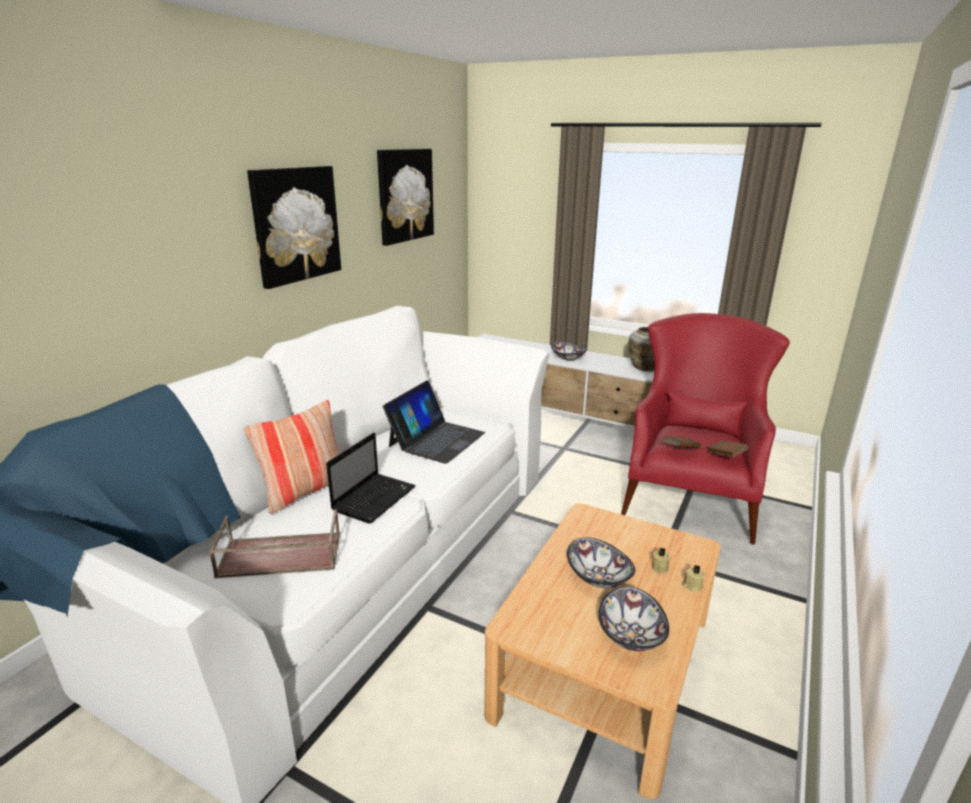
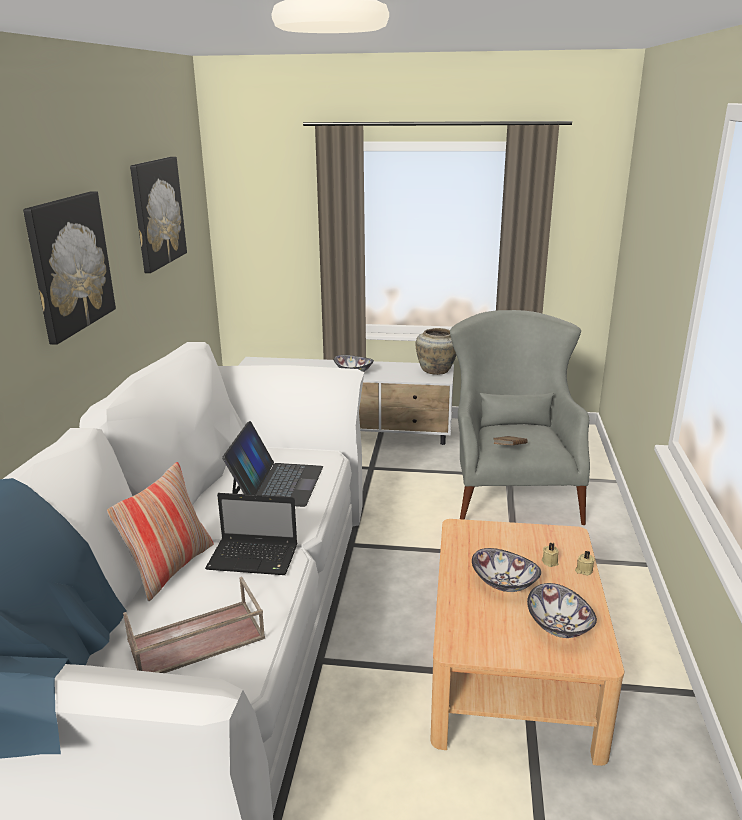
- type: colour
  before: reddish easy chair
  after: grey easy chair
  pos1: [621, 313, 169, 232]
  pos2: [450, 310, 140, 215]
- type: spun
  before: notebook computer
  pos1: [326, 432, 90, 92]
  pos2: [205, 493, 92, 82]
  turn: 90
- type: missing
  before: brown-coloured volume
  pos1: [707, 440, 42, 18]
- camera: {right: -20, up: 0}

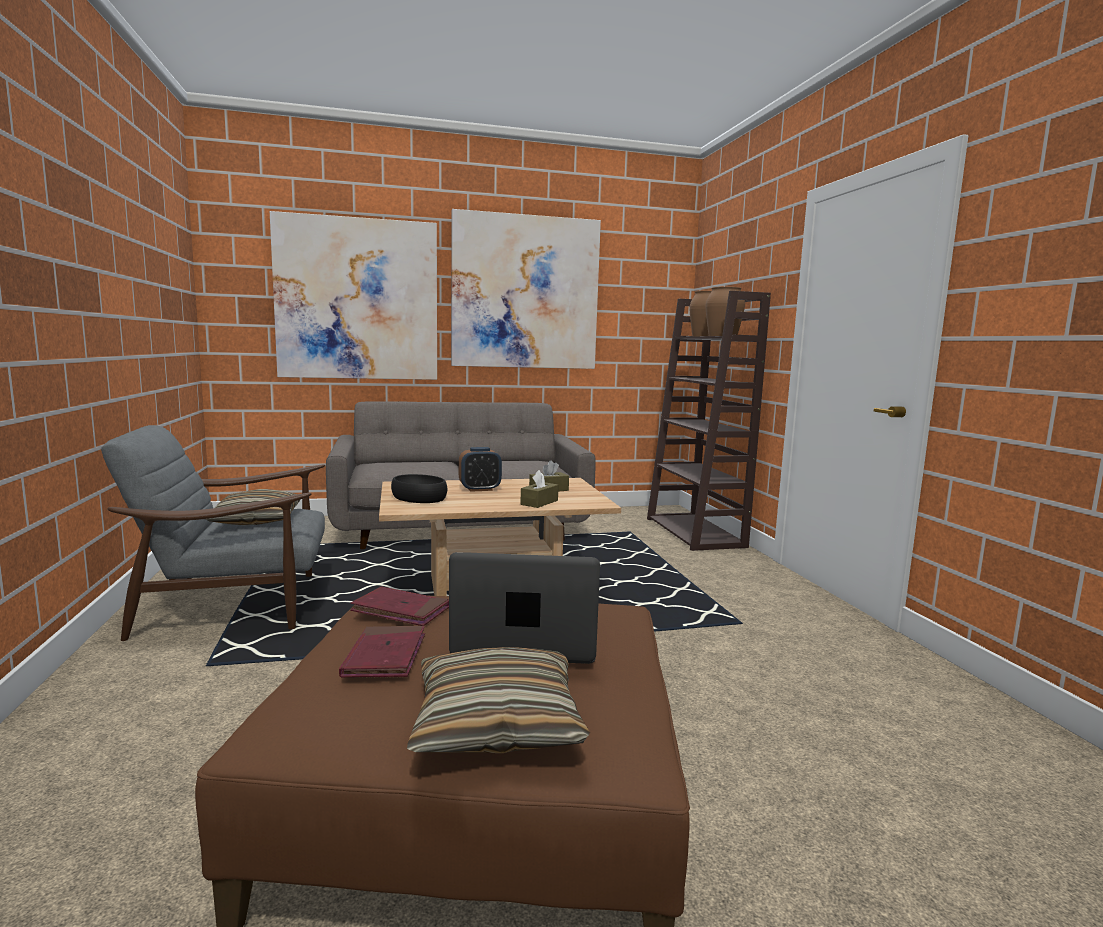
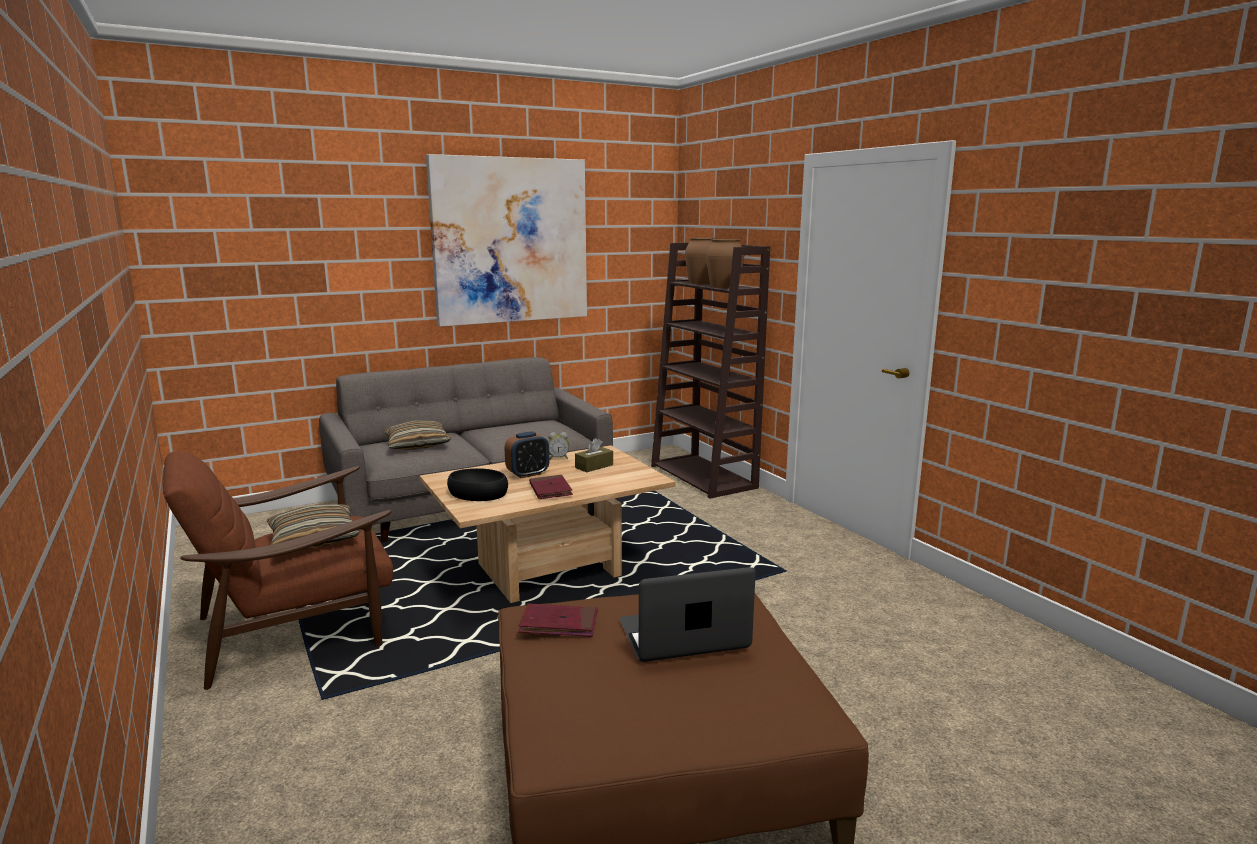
- type: missing
  before: wall picture
  pos1: [270, 211, 167, 169]
- type: colour
  before: grey easy chair
  after: brown-coloured easy chair
  pos1: [101, 425, 224, 216]
  pos2: [163, 451, 230, 239]
- type: missing
  before: brown-coloured tissue box
  pos1: [521, 470, 37, 38]
- type: relocated
  before: reddish volume
  pos1: [339, 626, 86, 52]
  pos2: [529, 475, 44, 24]
- type: relocated
  before: throw pillow
  pos1: [407, 647, 183, 106]
  pos2: [383, 420, 68, 30]
- type: appeared
  after: alarm clock
  pos2: [548, 432, 21, 27]
- camera: {right: -15, up: 5}

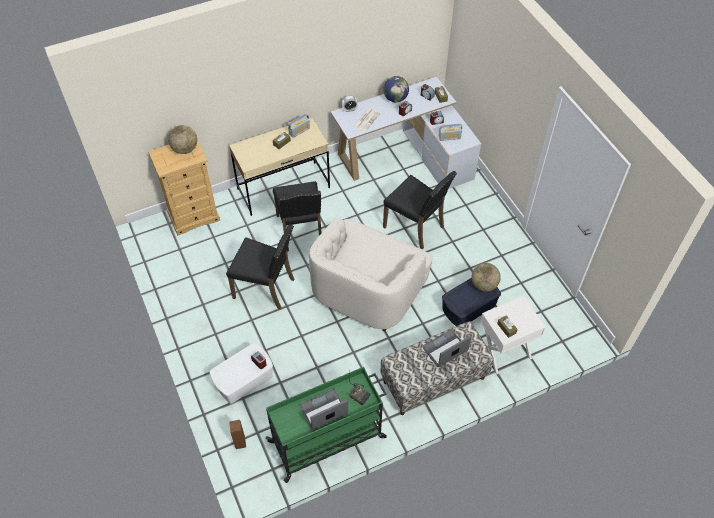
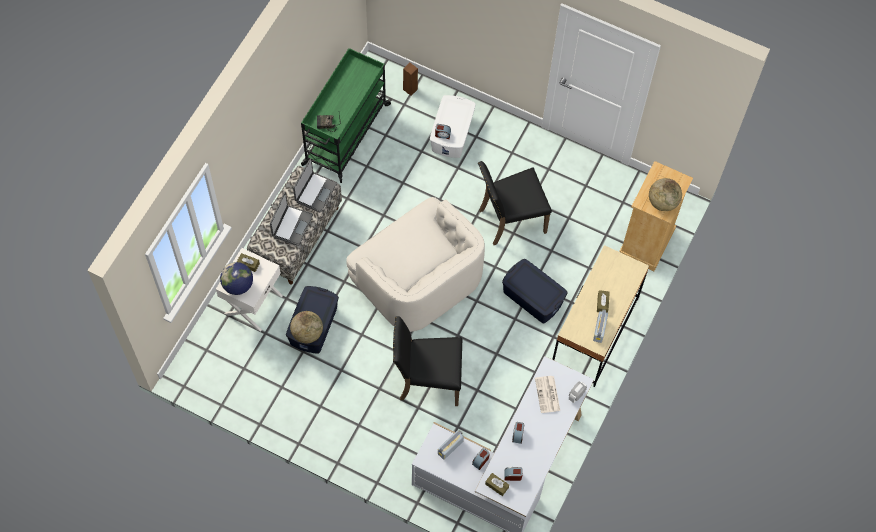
- type: relocated
  before: globe
  pos1: [383, 76, 26, 27]
  pos2: [220, 262, 33, 33]
- type: exchanged
  before: blackish chair
  after: blue storage box
  pos1: [273, 181, 49, 70]
  pos2: [502, 259, 66, 65]
- type: spun
  before: white-coloured easy chair
  pos1: [309, 217, 124, 114]
  pos2: [346, 197, 139, 135]
  turn: 150
- type: relocated
  before: notebook computer
  pos1: [299, 389, 49, 41]
  pos2: [293, 158, 44, 55]
- camera: {right: 140, up: 10}

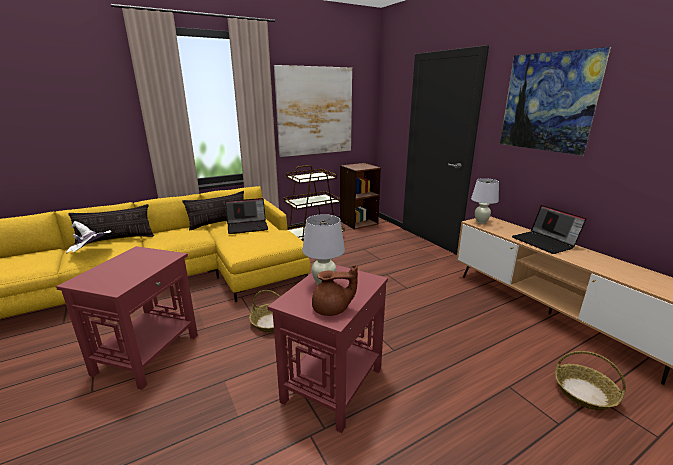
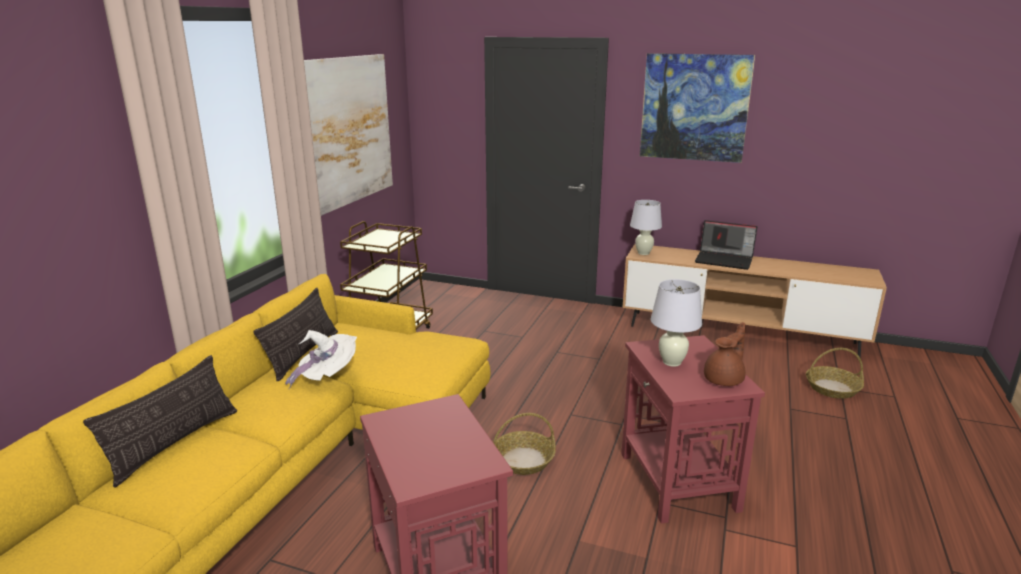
- type: missing
  before: brown-coloured shelving unit
  pos1: [340, 163, 41, 67]
- type: missing
  before: notebook computer
  pos1: [225, 198, 43, 36]
- type: relocated
  before: white-coloured clothing hat
  pos1: [66, 221, 45, 33]
  pos2: [285, 330, 72, 59]
- camera: {right: -40, up: 0}

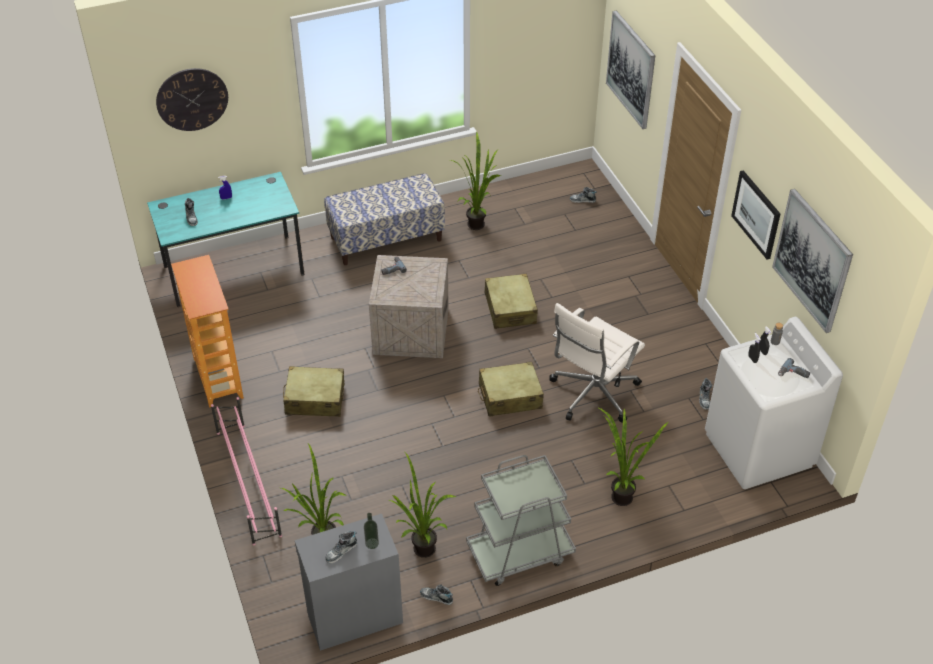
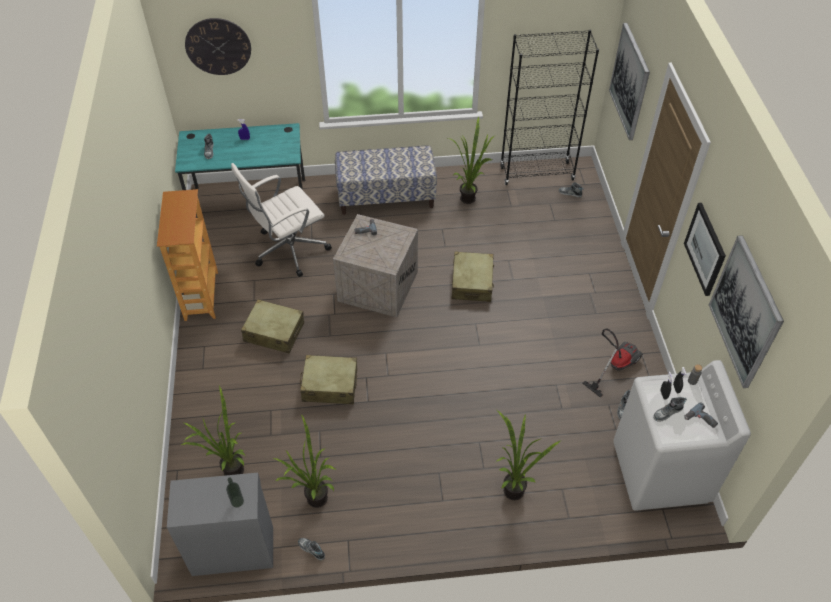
- type: relocated
  before: white-coloured computer chair
  pos1: [549, 303, 96, 120]
  pos2: [231, 163, 101, 114]
- type: relocated
  before: beige travel case
  pos1: [478, 362, 66, 55]
  pos2: [300, 355, 57, 49]
- type: missing
  before: pink-coloured shoe rack
  pos1: [211, 397, 71, 149]
- type: missing
  before: grey wheeled cart
  pos1: [466, 455, 110, 131]
- type: relocated
  before: shoe
  pos1: [325, 531, 32, 32]
  pos2: [653, 397, 34, 25]
- type: appeared
  after: blackish shelving unit
  pos2: [500, 30, 99, 155]
- type: appeared
  after: vacuum cleaner
  pos2: [582, 329, 61, 69]
- camera: {right: 15, up: 5}

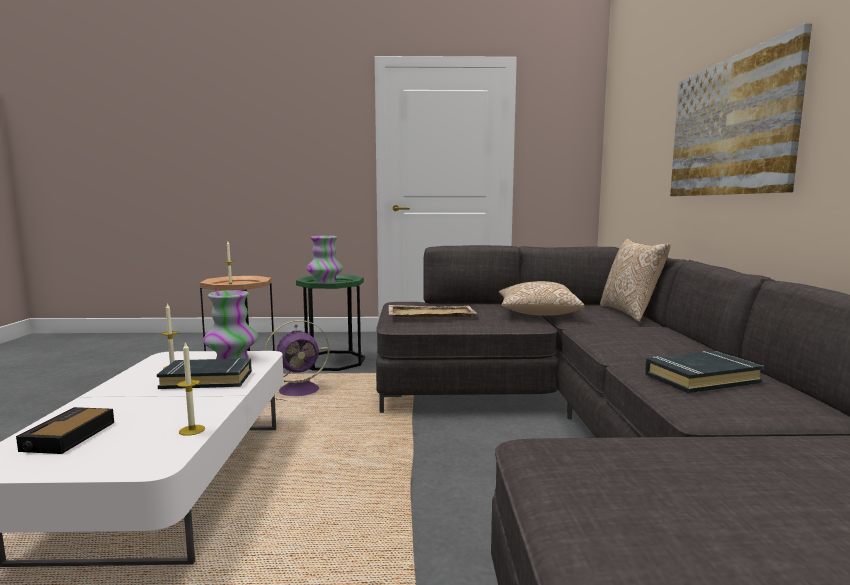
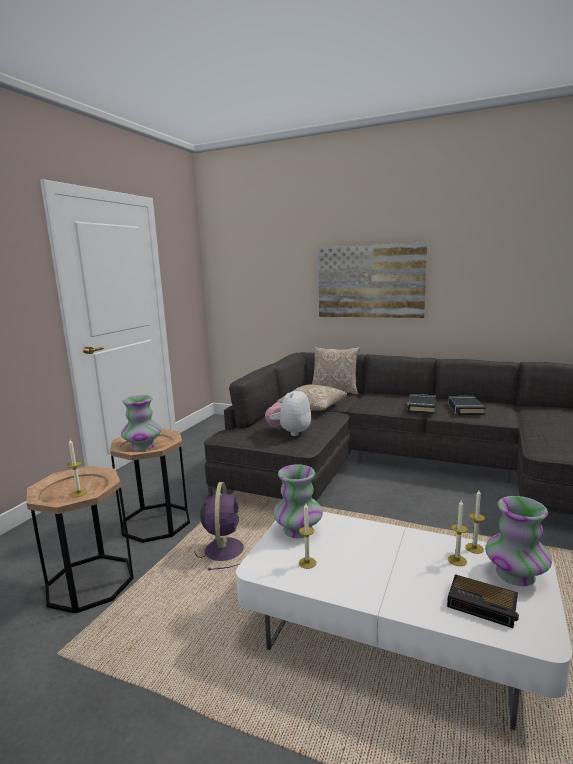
- type: colour
  before: greenish side table
  after: brown-coloured side table
  pos1: [296, 275, 69, 96]
  pos2: [110, 428, 80, 115]
- type: exchanged
  before: beige carrying tray
  after: cuddly toy
  pos1: [388, 305, 88, 12]
  pos2: [265, 388, 46, 48]
- type: relocated
  before: blackish volume
  pos1: [157, 357, 95, 32]
  pos2: [407, 394, 29, 20]
- type: appeared
  after: flower vase
  pos2: [485, 496, 67, 90]
- type: appeared
  after: wax light
  pos2: [448, 500, 20, 66]
- camera: {right: -65, up: 5}

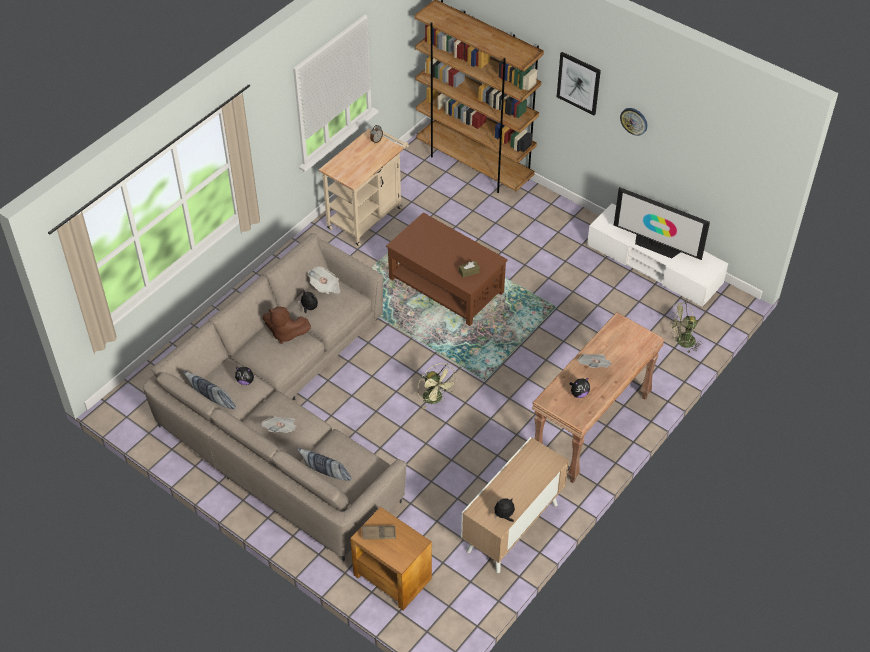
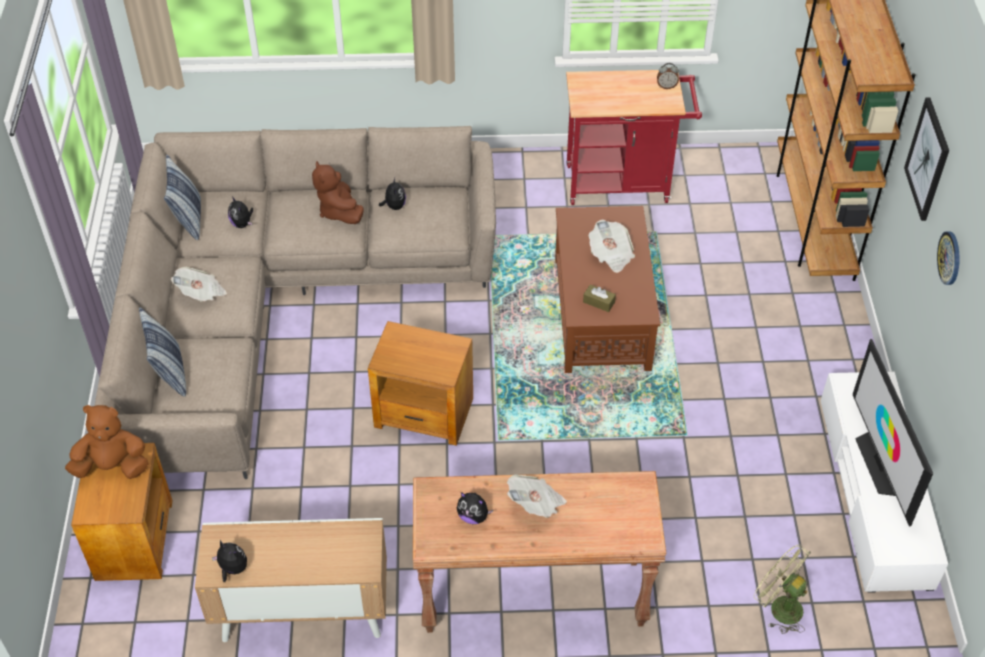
- type: colour
  before: beige wheeled cart
  after: reddish wheeled cart
  pos1: [319, 128, 90, 119]
  pos2: [566, 70, 136, 135]
- type: relocated
  before: newspaper
  pos1: [308, 266, 32, 28]
  pos2: [589, 219, 46, 54]
- type: exchanged
  before: greenish fan
  after: brown-coloured side table
  pos1: [418, 363, 39, 46]
  pos2: [368, 321, 105, 125]
- type: exchanged
  before: brown-coloured carrying tray
  after: brown-coloured cuddly toy
  pos1: [362, 525, 34, 15]
  pos2: [65, 405, 83, 74]
- camera: {right: 50, up: 0}

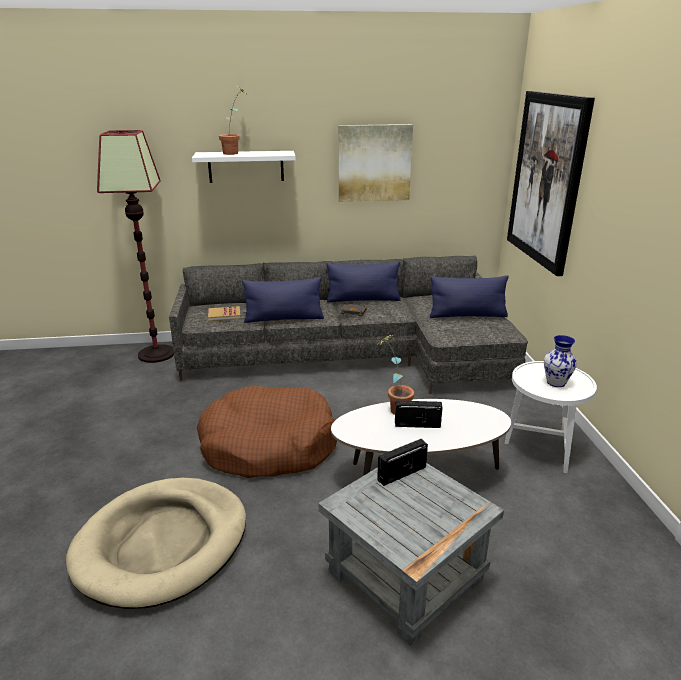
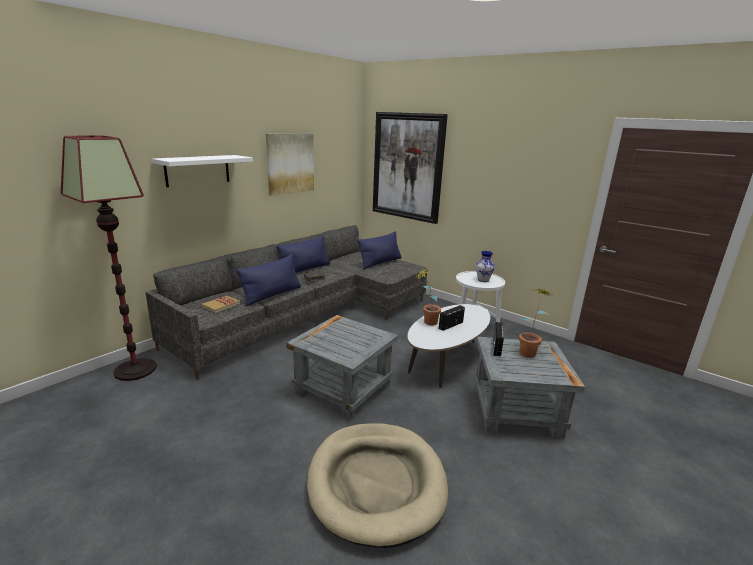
- type: relocated
  before: potted plant
  pos1: [219, 87, 28, 68]
  pos2: [519, 288, 33, 70]
- type: exchanged
  before: brown-coloured dog bed
  after: grey side table
  pos1: [197, 386, 140, 92]
  pos2: [287, 315, 111, 105]
- camera: {right: -45, up: -5}

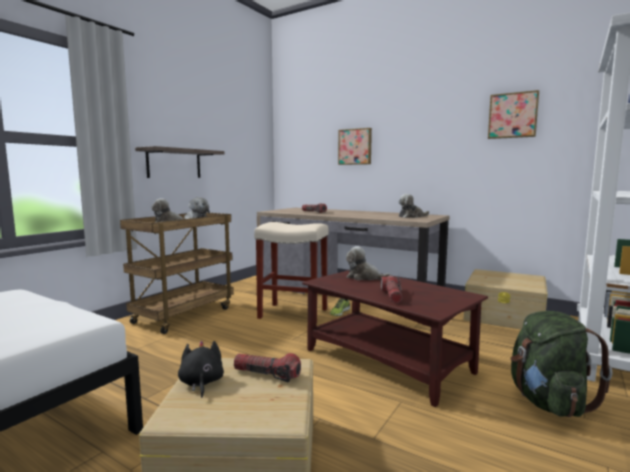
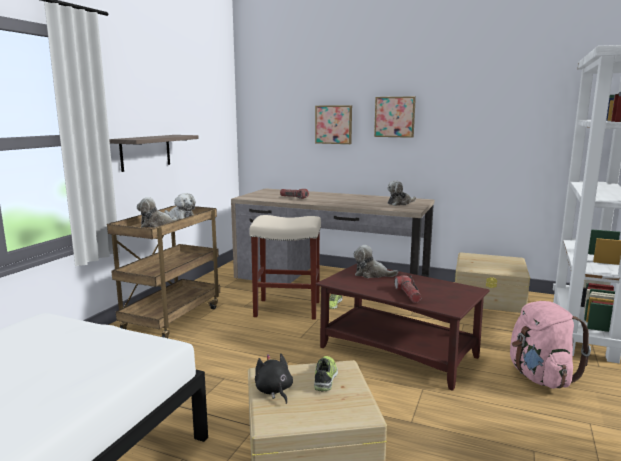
- type: relocated
  before: wall picture
  pos1: [488, 90, 51, 49]
  pos2: [374, 96, 42, 42]
- type: colour
  before: greenish rucksack
  after: pink-coloured rucksack
  pos1: [511, 311, 101, 106]
  pos2: [510, 301, 81, 88]
- type: exchanged
  before: torch
  after: shoe
  pos1: [234, 353, 67, 29]
  pos2: [314, 356, 24, 35]
- camera: {right: -10, up: 5}

